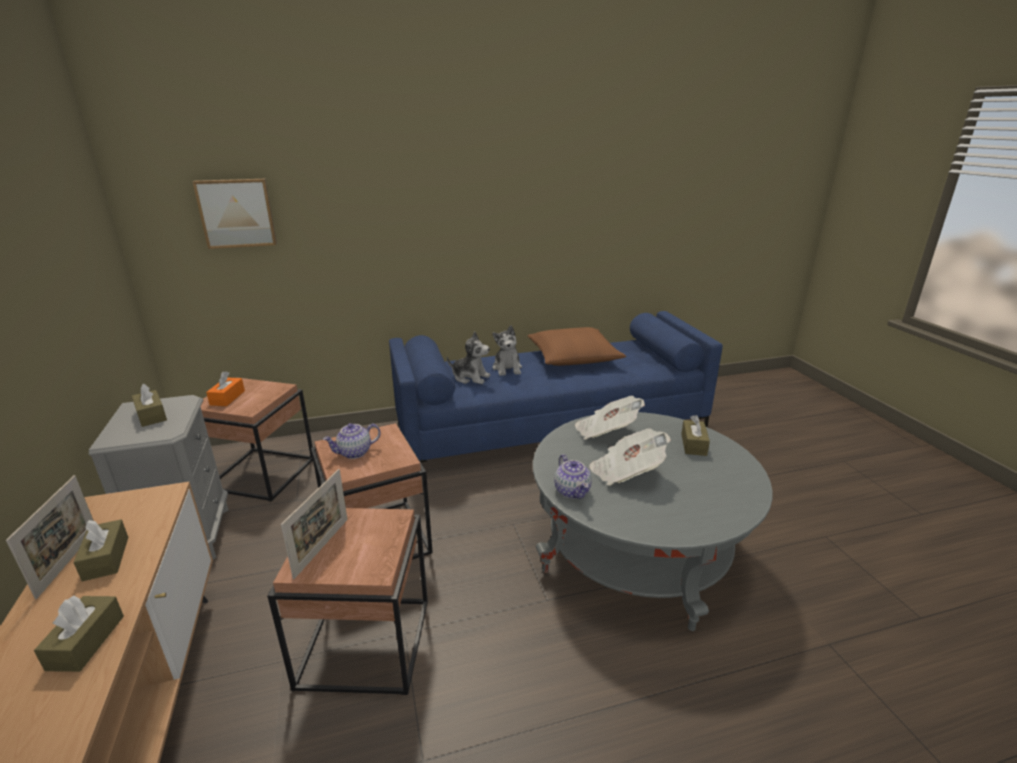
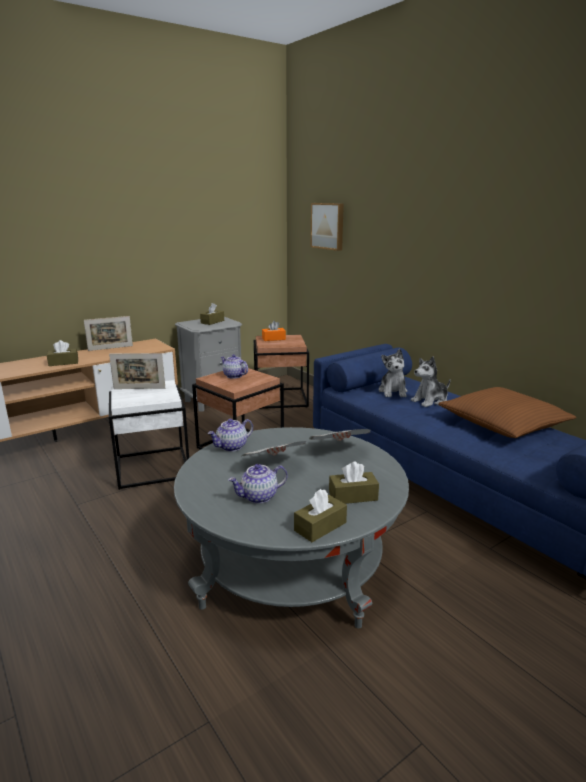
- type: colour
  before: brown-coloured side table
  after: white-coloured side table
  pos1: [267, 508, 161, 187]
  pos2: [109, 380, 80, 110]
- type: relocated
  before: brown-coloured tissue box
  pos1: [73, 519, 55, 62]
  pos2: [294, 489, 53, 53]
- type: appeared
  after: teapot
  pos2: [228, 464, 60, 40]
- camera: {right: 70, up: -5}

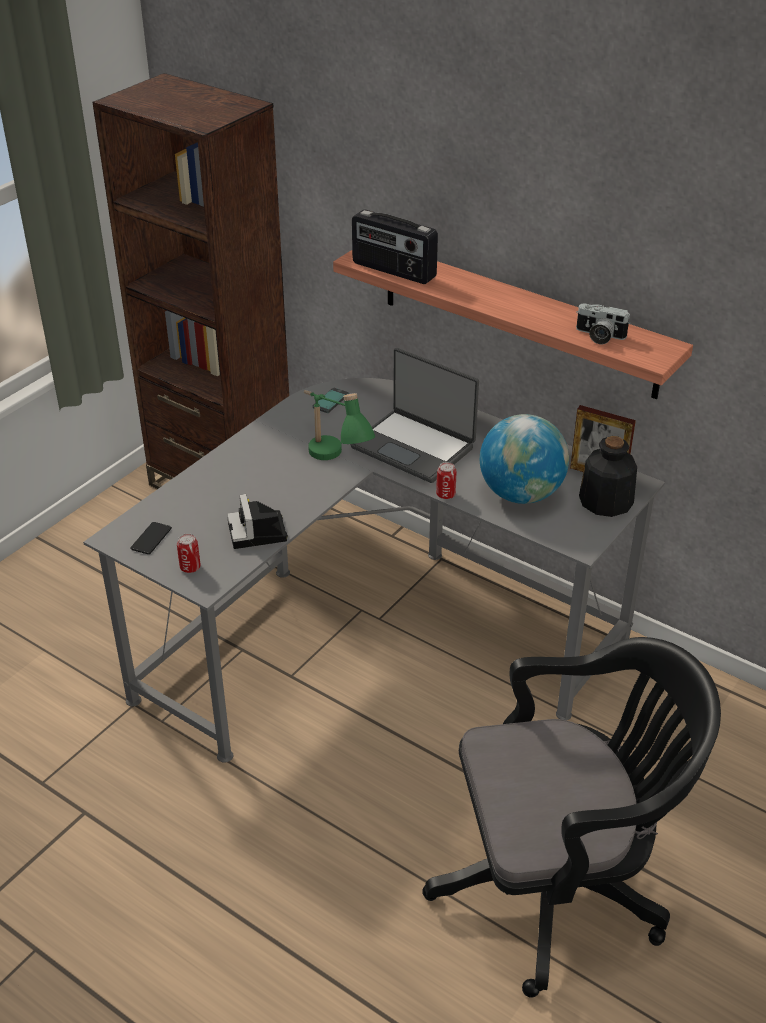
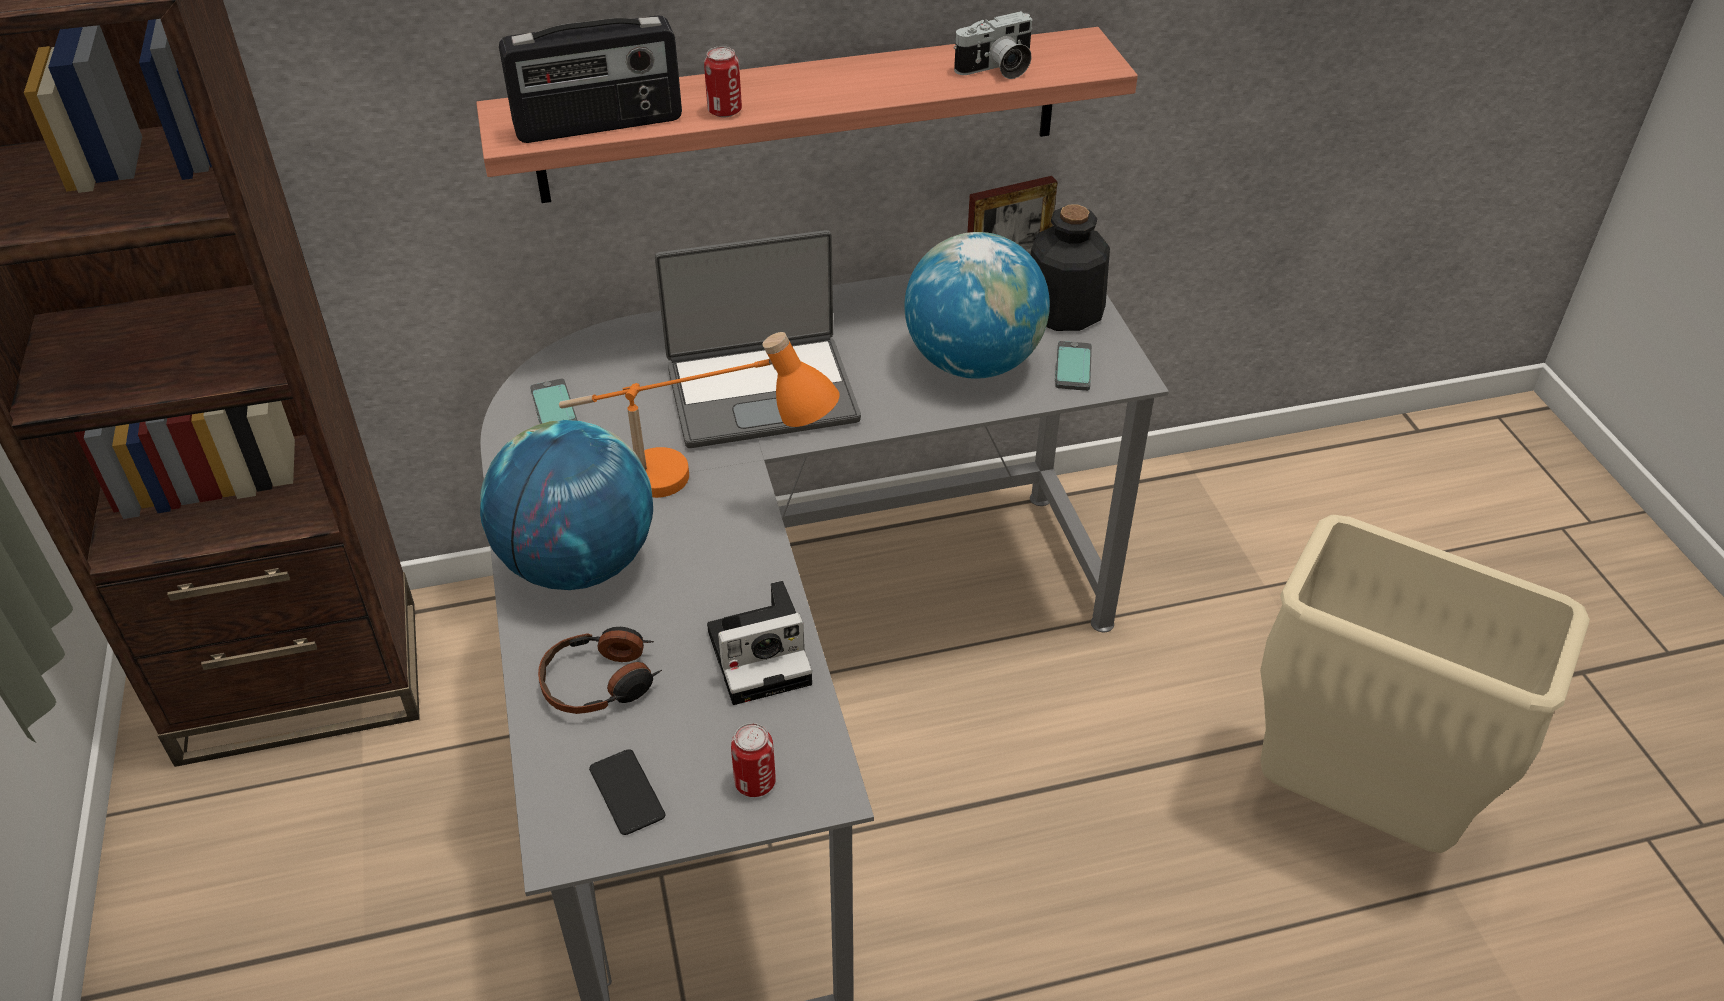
- type: colour
  before: greenish lamp for a table
  after: orange-coloured lamp for a table
  pos1: [304, 390, 71, 70]
  pos2: [559, 332, 281, 166]
- type: relocated
  before: sealed can
  pos1: [436, 462, 20, 37]
  pos2: [704, 46, 38, 72]
- type: spun
  before: still camera
  pos1: [227, 494, 61, 55]
  pos2: [707, 581, 105, 124]
  turn: -45
- type: exchanged
  before: blackish computer chair
  after: beige waste bin
  pos1: [422, 637, 299, 361]
  pos2: [1260, 515, 330, 338]
- type: appeared
  after: handset
  pos2: [1055, 341, 37, 50]
- type: appeared
  after: globe
  pos2: [480, 420, 173, 170]
- type: appeared
  after: pair of headphones
  pos2: [538, 627, 124, 87]
- camera: {right: -50, up: 5}

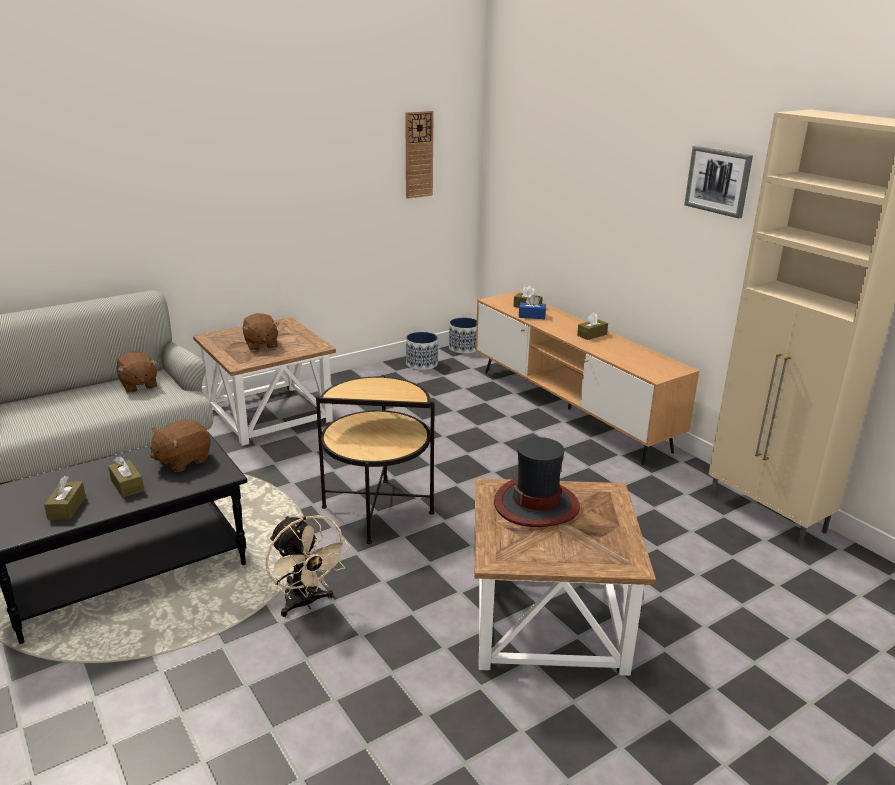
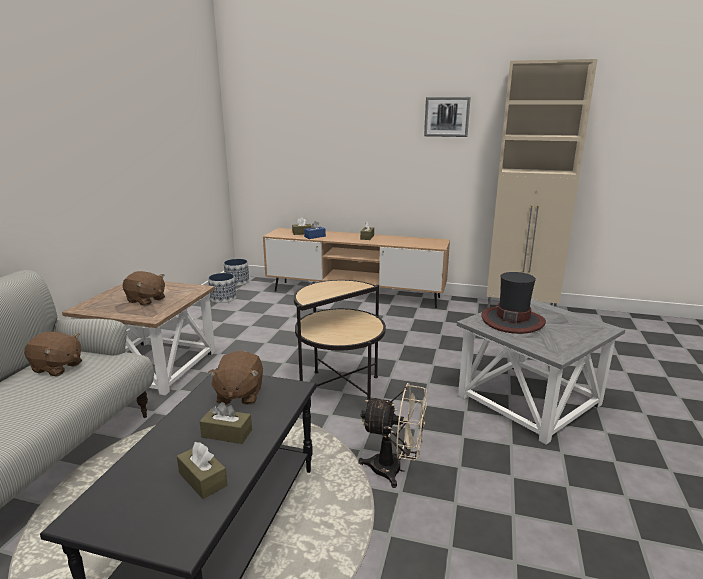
- type: missing
  before: hanging clock
  pos1: [405, 111, 29, 88]
- type: colour
  before: brown-coloured side table
  after: grey side table
  pos1: [475, 478, 181, 198]
  pos2: [457, 299, 168, 146]
- camera: {right: -40, up: -5}

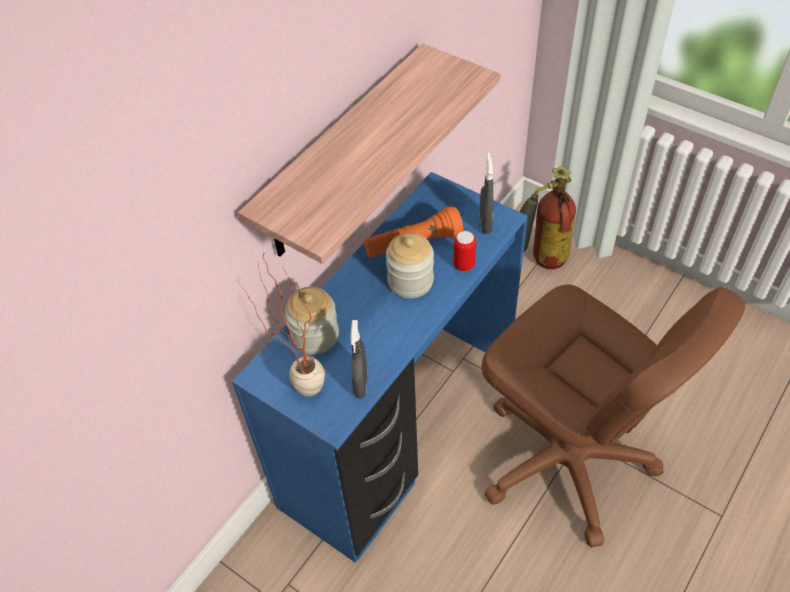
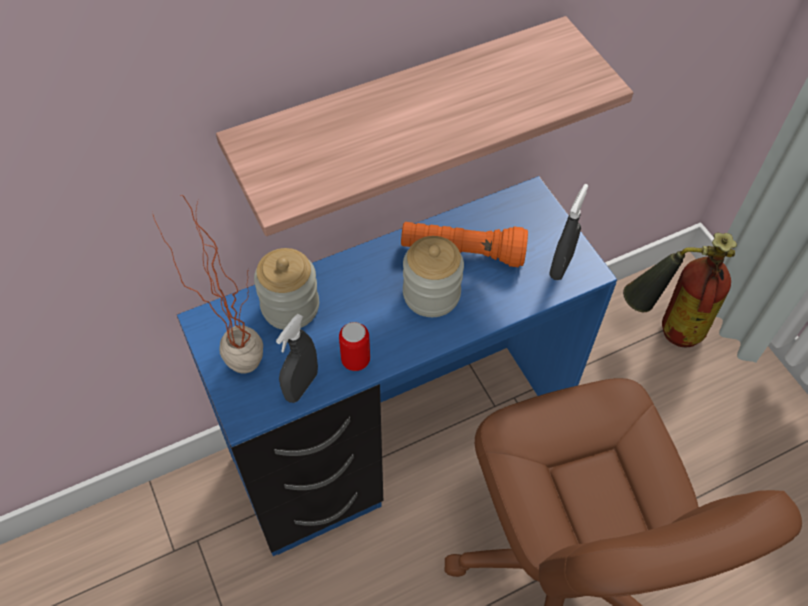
- type: relocated
  before: sealed can
  pos1: [453, 231, 23, 40]
  pos2: [339, 322, 31, 49]
- camera: {right: 25, up: 5}

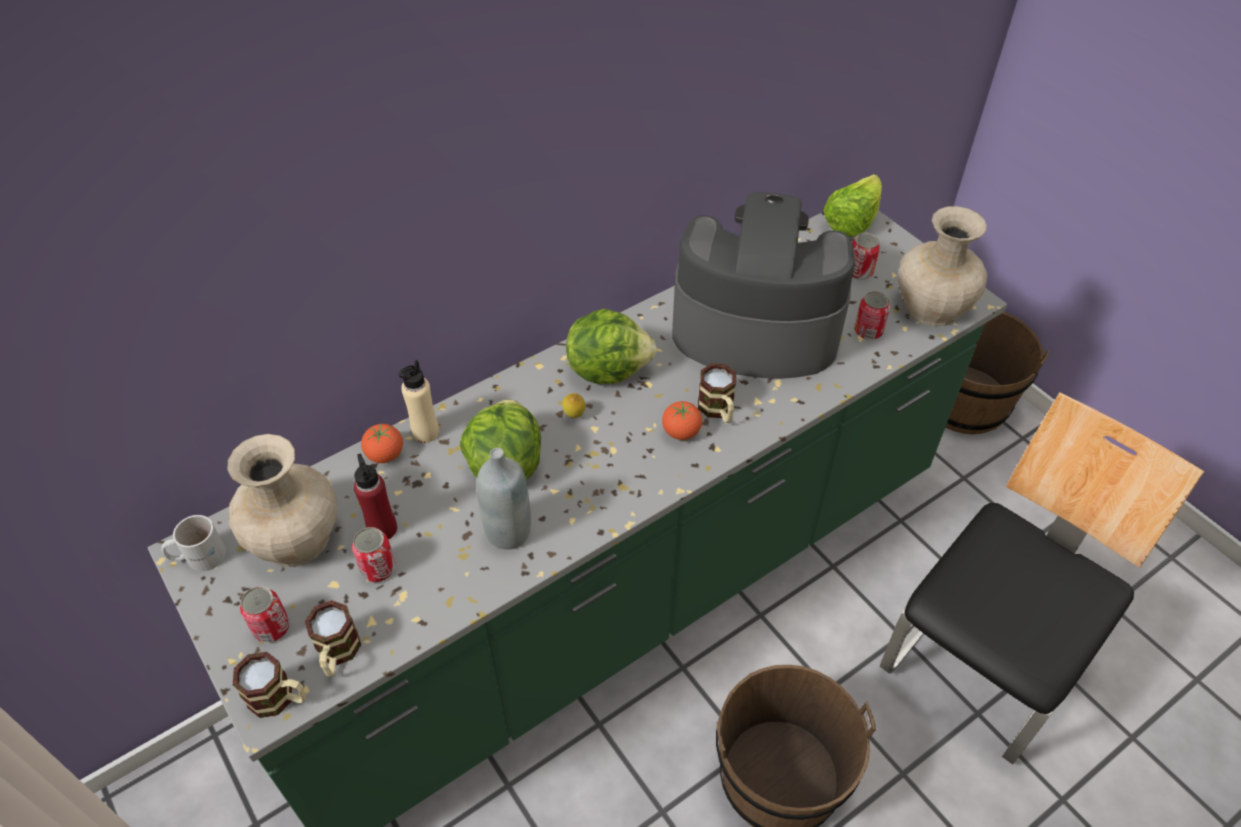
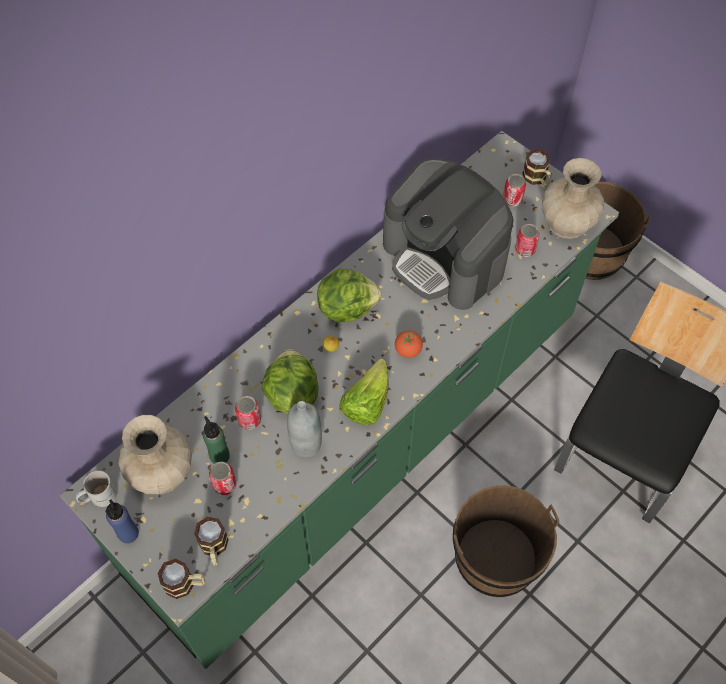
- type: relocated
  before: lettuce head
  pos1: [823, 174, 59, 63]
  pos2: [339, 358, 50, 67]
- type: spun
  before: coffee brewer
  pos1: [672, 192, 183, 187]
  pos2: [383, 158, 130, 152]
  turn: -135
- type: missing
  before: beige drink bottle
  pos1: [398, 360, 41, 83]
- type: relocated
  before: coffee mug
  pos1: [698, 363, 38, 60]
  pos2: [522, 149, 29, 38]
- type: missing
  before: tomato
  pos1: [361, 423, 42, 40]
- type: colour
  before: reddish drink bottle
  after: greenish drink bottle
  pos1: [354, 453, 43, 86]
  pos2: [203, 416, 27, 48]
- type: relocated
  before: sealed can
  pos1: [240, 586, 50, 57]
  pos2: [235, 396, 26, 34]
- type: appeared
  after: blue drink bottle
  pos2: [106, 500, 33, 43]
- camera: {right: -10, up: 10}

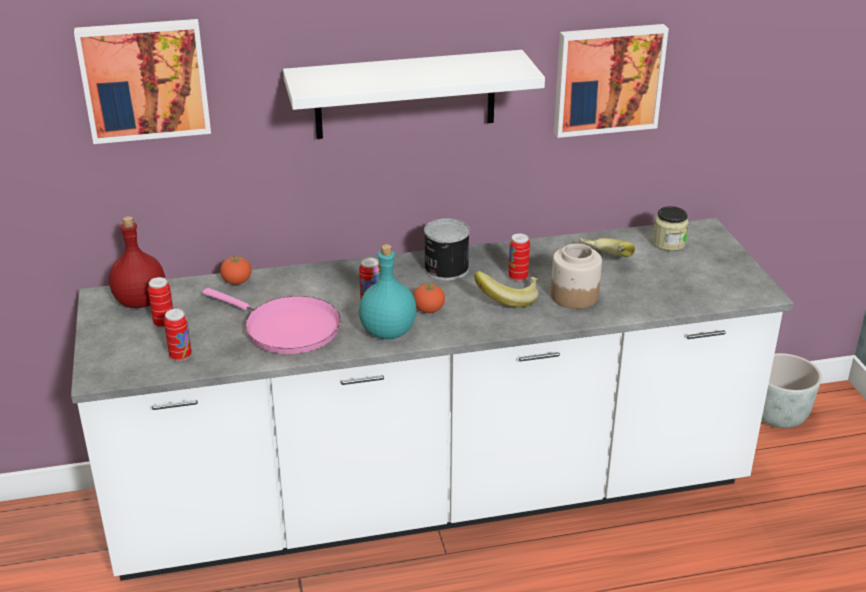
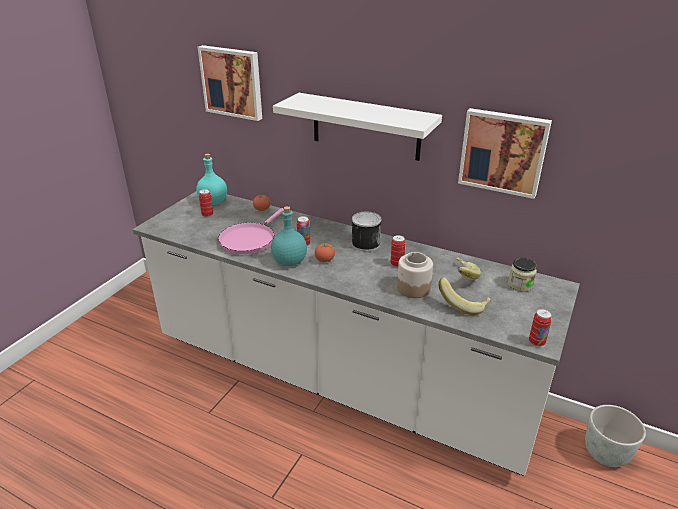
- type: colour
  before: reddish drink bottle
  after: blue-green drink bottle
  pos1: [109, 216, 56, 92]
  pos2: [196, 154, 31, 51]
- type: relocated
  before: banana
  pos1: [474, 271, 65, 36]
  pos2: [439, 277, 53, 38]
- type: spun
  before: pink-coloured skillet
  pos1: [203, 288, 138, 66]
  pos2: [218, 208, 66, 46]
  turn: 45
- type: relocated
  before: sealed can
  pos1: [164, 309, 28, 52]
  pos2: [529, 309, 23, 38]
- camera: {right: 40, up: 0}

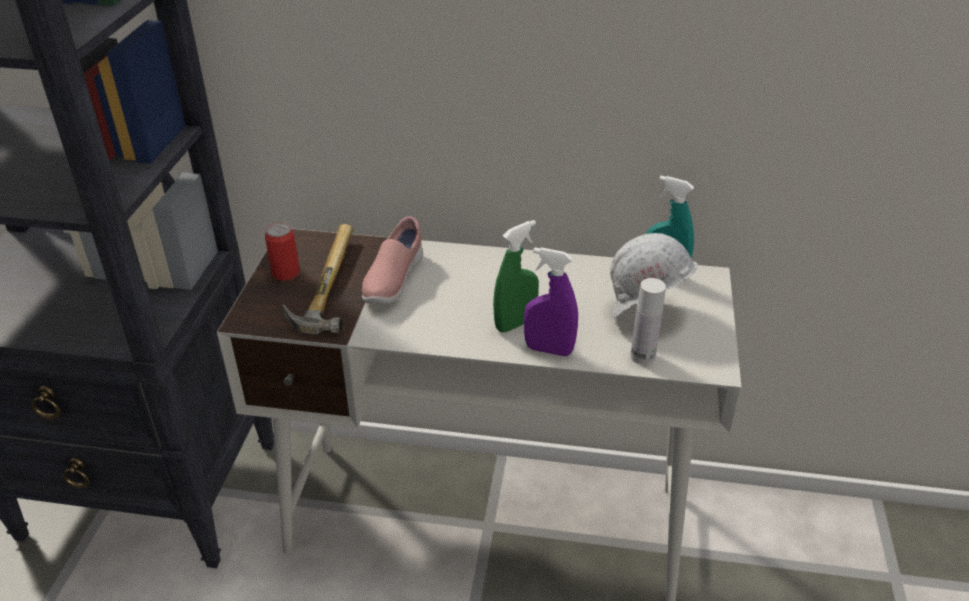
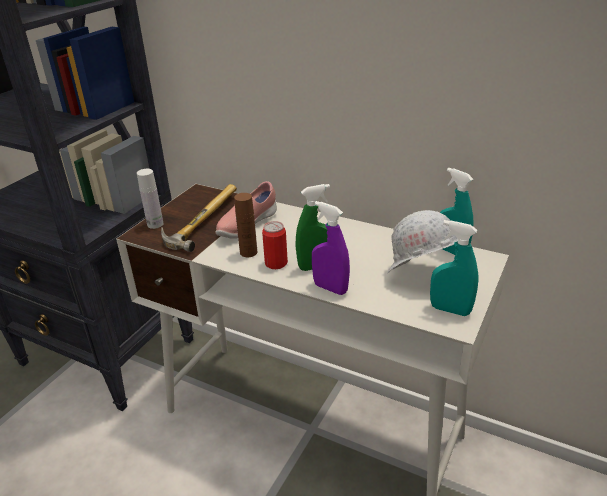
- type: relocated
  before: sealed can
  pos1: [265, 222, 35, 59]
  pos2: [262, 221, 26, 48]
- type: relocated
  before: white-coloured drink bottle
  pos1: [630, 278, 36, 87]
  pos2: [137, 169, 27, 60]
- type: appeared
  after: brown-coloured drink bottle
  pos2: [234, 193, 23, 64]
- type: appeared
  after: blue-green spray bottle
  pos2: [430, 220, 49, 96]
- camera: {right: 20, up: -5}

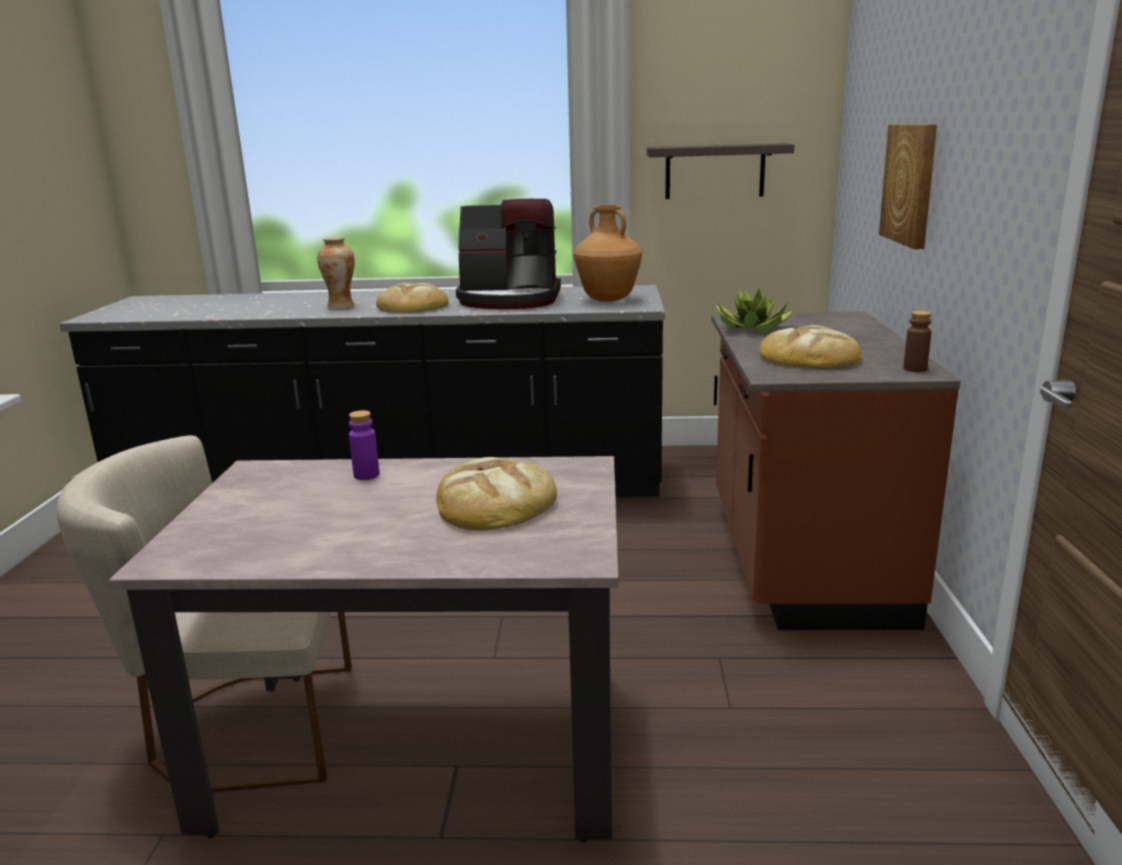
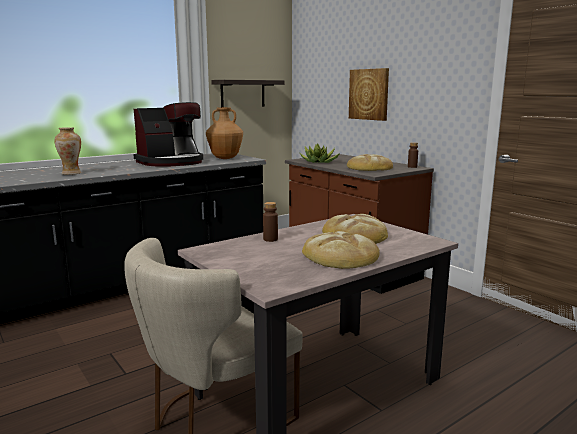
- type: relocated
  before: bakery bread
  pos1: [376, 283, 73, 30]
  pos2: [302, 231, 77, 38]
- type: colour
  before: purplish drink bottle
  after: brown-coloured drink bottle
  pos1: [349, 410, 31, 70]
  pos2: [263, 202, 15, 40]
- camera: {right: -40, up: -5}

